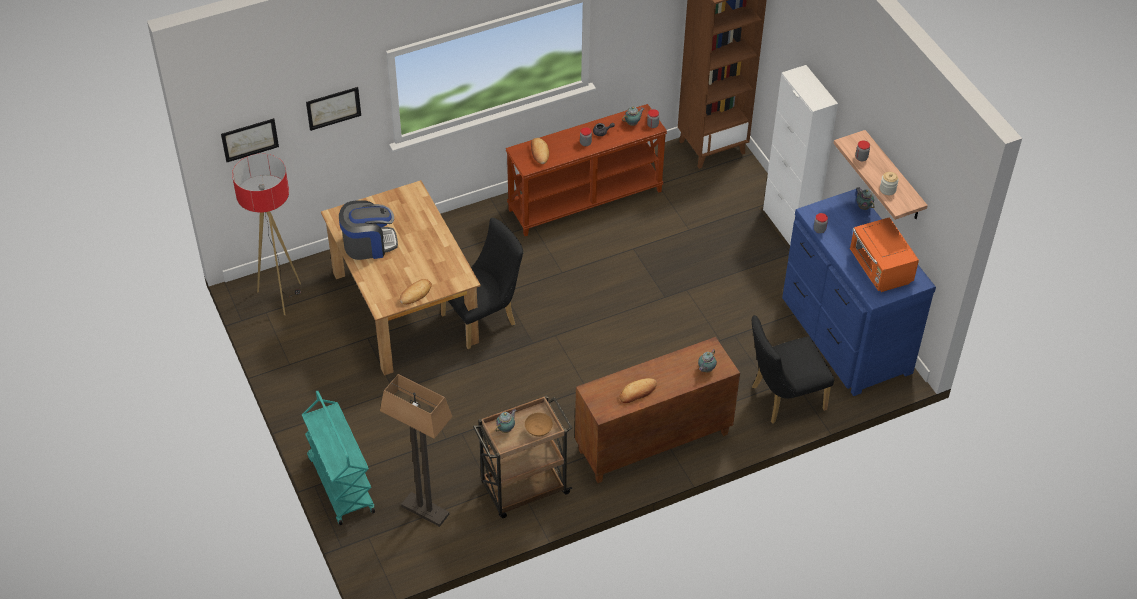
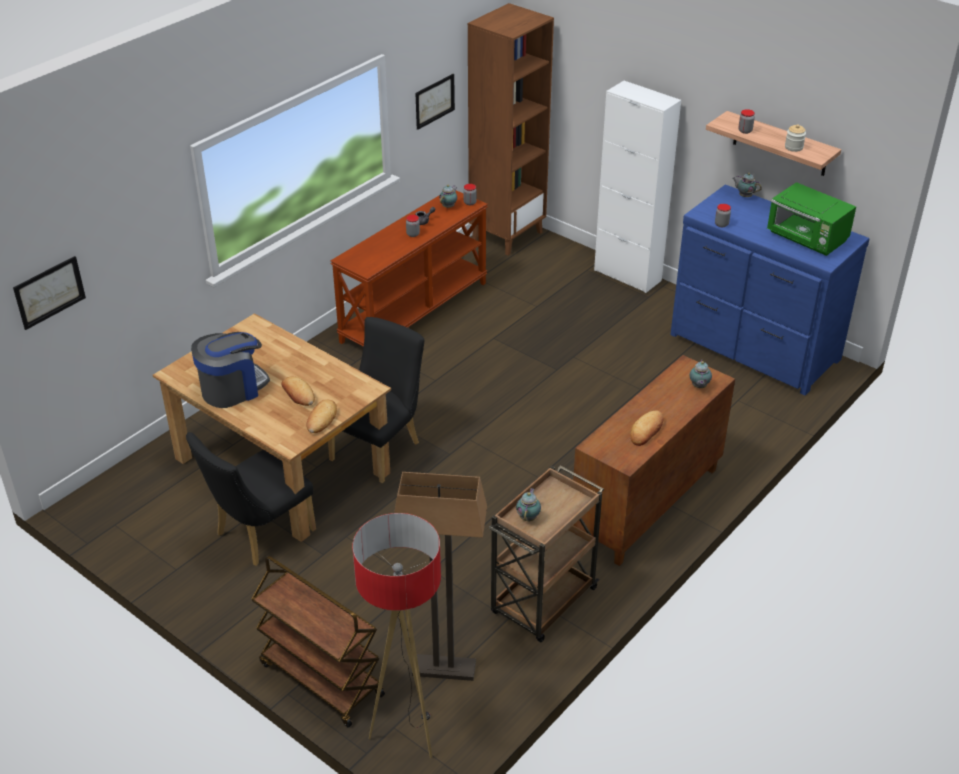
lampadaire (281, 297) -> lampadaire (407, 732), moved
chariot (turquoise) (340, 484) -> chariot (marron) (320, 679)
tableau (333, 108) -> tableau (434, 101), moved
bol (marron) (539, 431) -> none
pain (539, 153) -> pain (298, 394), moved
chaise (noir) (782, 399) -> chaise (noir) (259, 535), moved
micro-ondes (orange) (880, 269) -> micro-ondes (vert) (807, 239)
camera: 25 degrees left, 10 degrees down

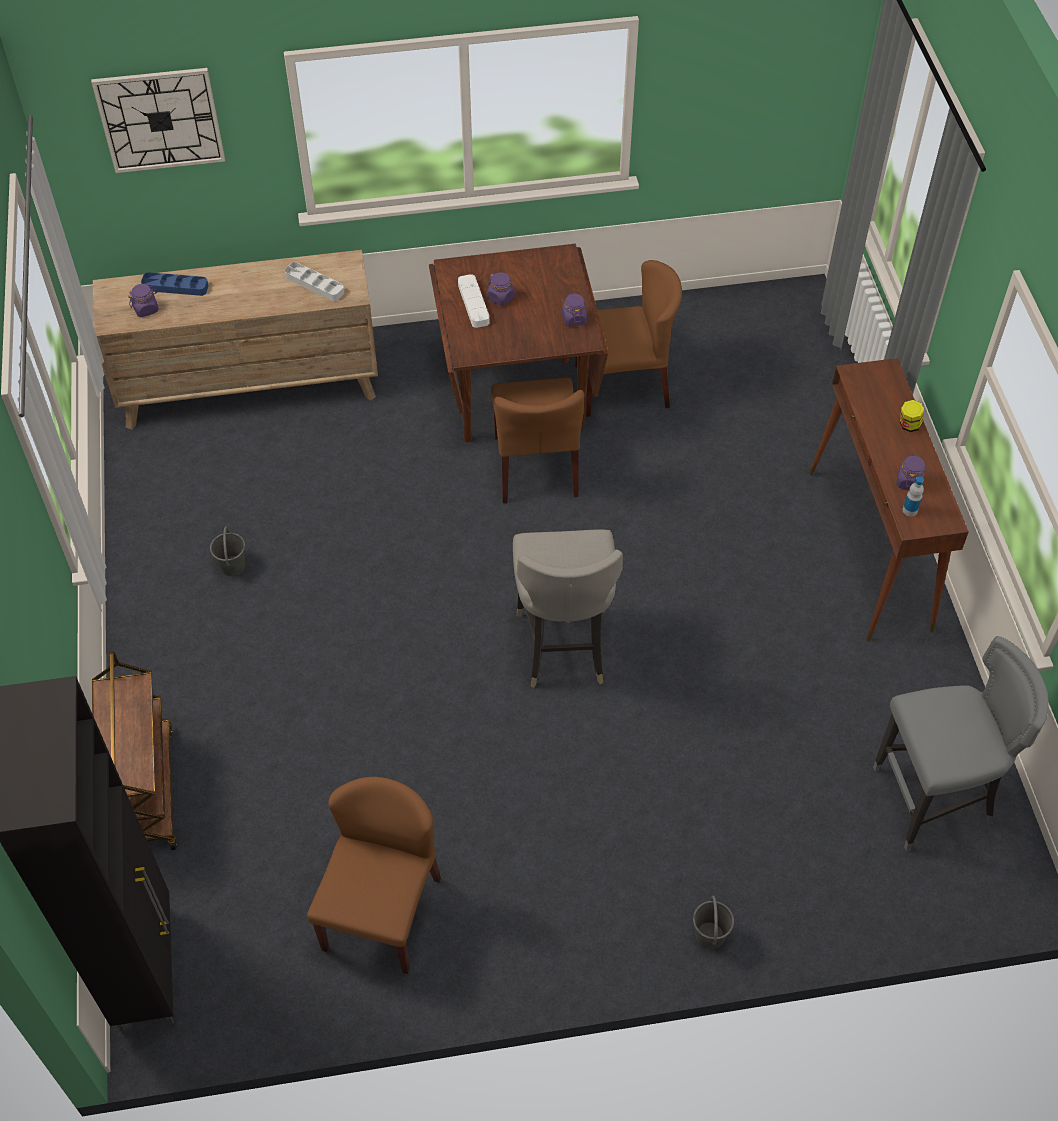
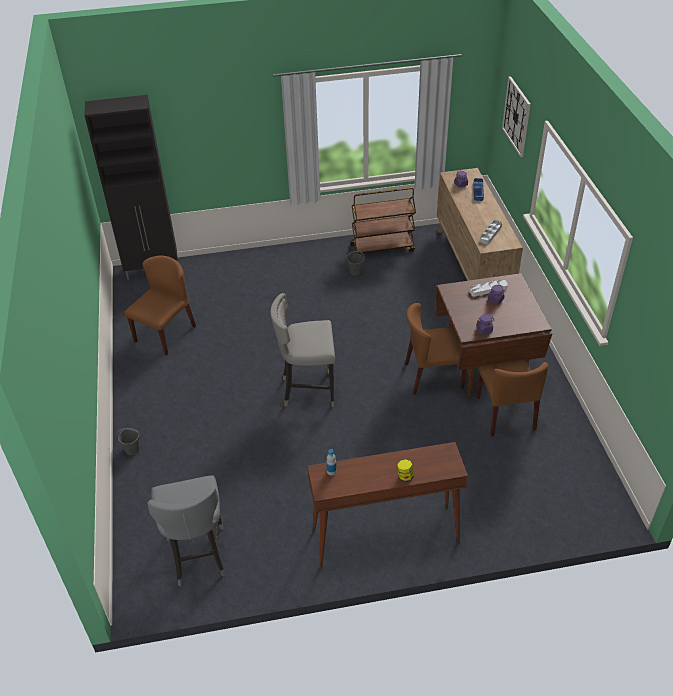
chariot (marron) (144, 790) -> chariot (marron) (382, 248), moved
chaise (marron) (381, 912) -> chaise (marron) (165, 333), 75 degrees counterclockwise
bocal (violet) (908, 481) -> none
camera: 90 degrees right, 10 degrees down

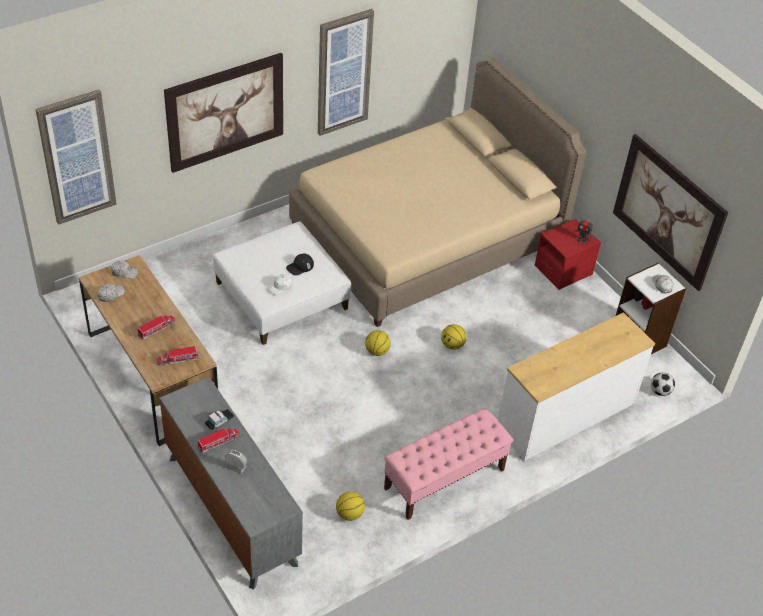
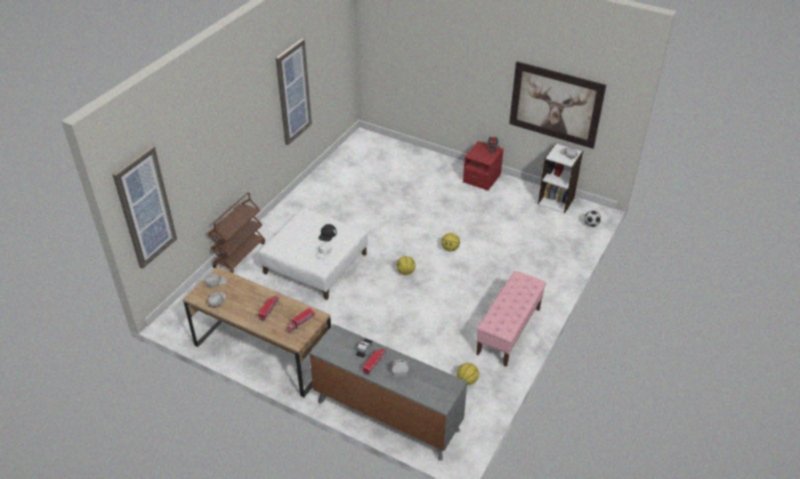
tableau (225, 112) -> none
lit (beige) (426, 236) -> none
commode (blanc) (566, 416) -> none
none -> chariot (marron) (239, 254)
camera: 25 degrees left, 5 degrees down

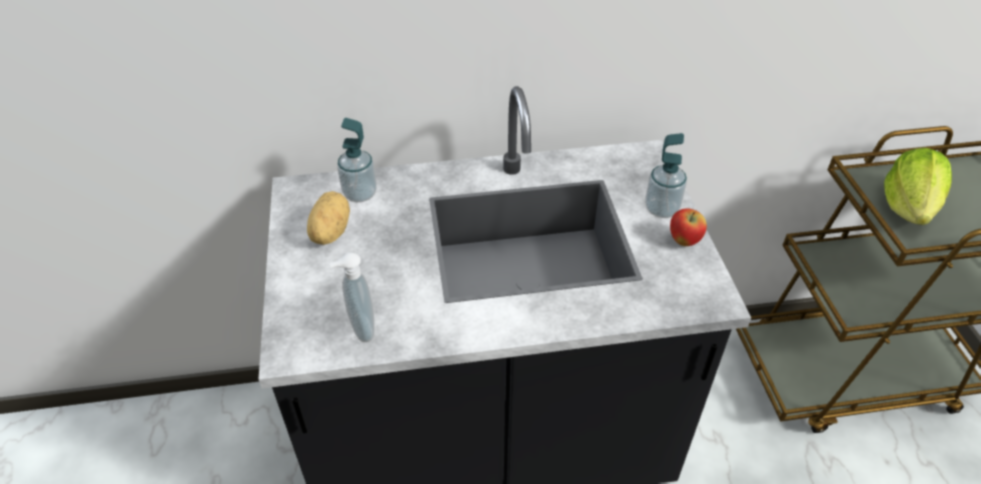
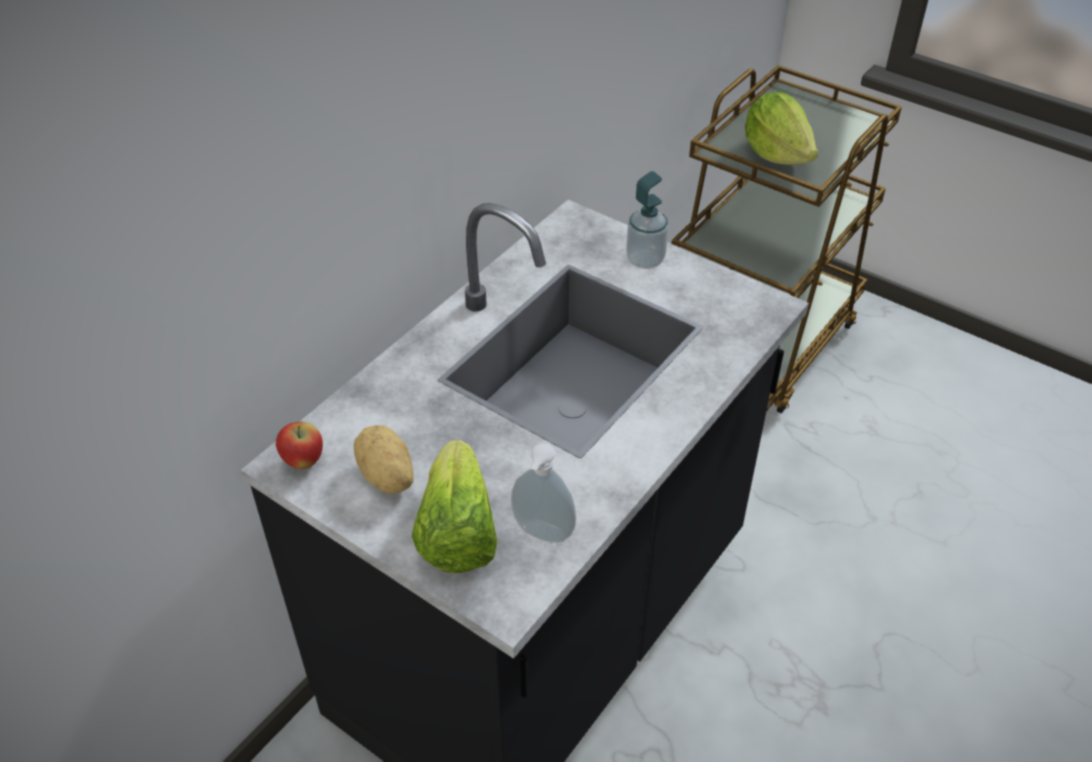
distributeur de savon (360, 194) -> none
pomme (684, 241) -> pomme (303, 461), moved
none -> laitue (457, 532)
camera: 45 degrees left, 0 degrees up

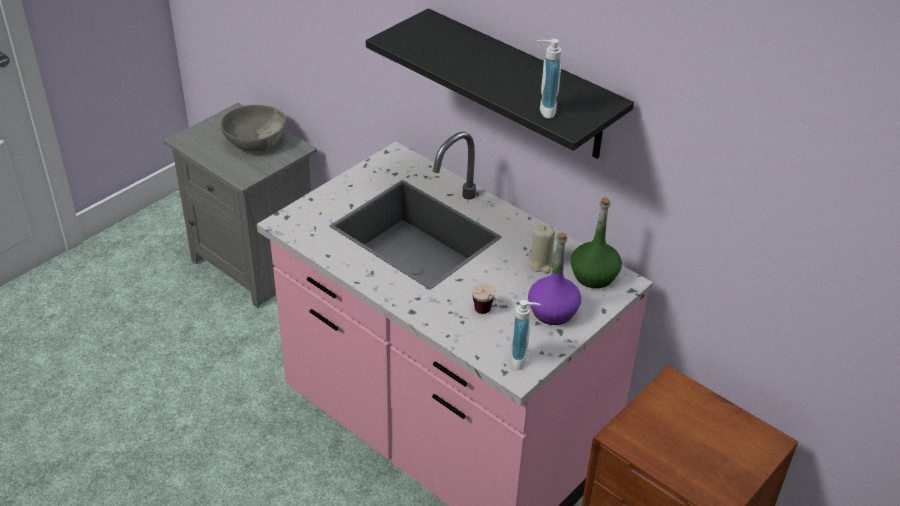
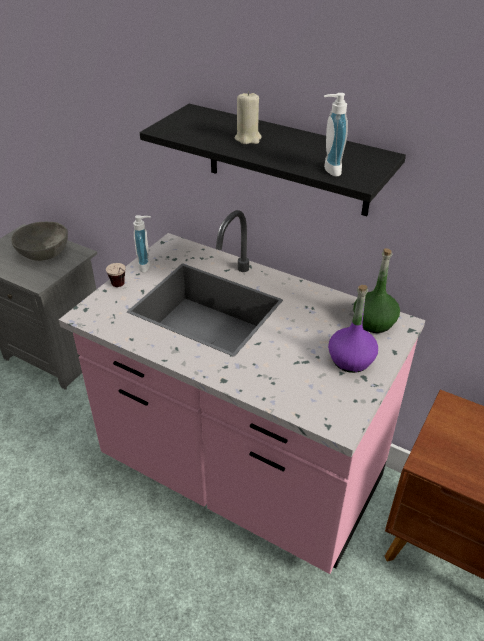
tasse (486, 315) -> tasse (121, 287), moved
distributeur de savon (522, 359) -> distributeur de savon (147, 265), moved
bougie (beige) (541, 263) -> bougie (beige) (248, 138), moved
camera: 10 degrees left, 0 degrees up

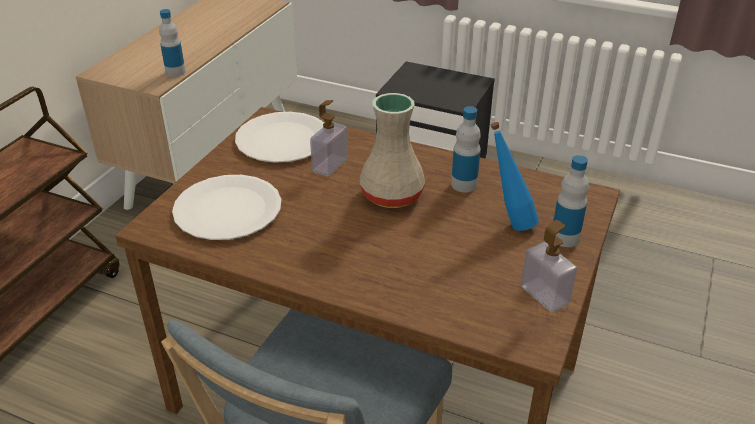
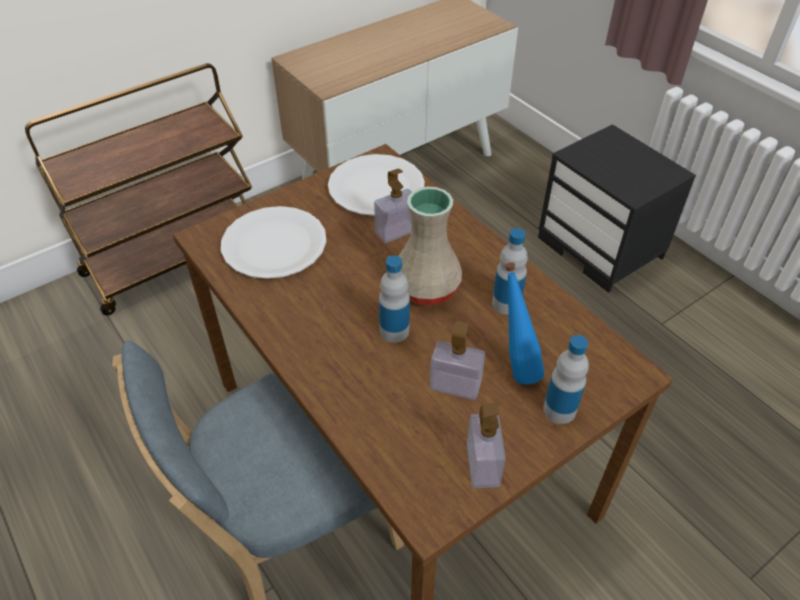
bouteille (175, 72) -> bouteille (394, 331), moved
none -> distributeur de savon (455, 385)
camera: 30 degrees right, 10 degrees up

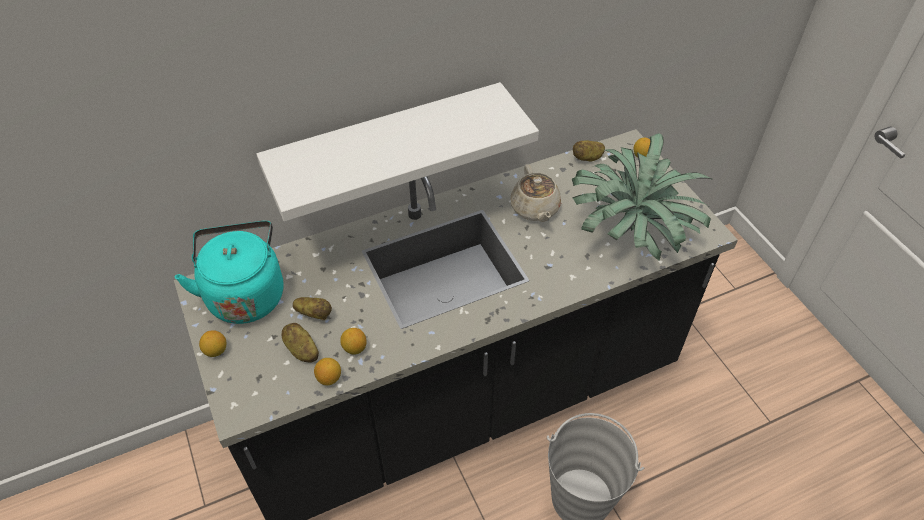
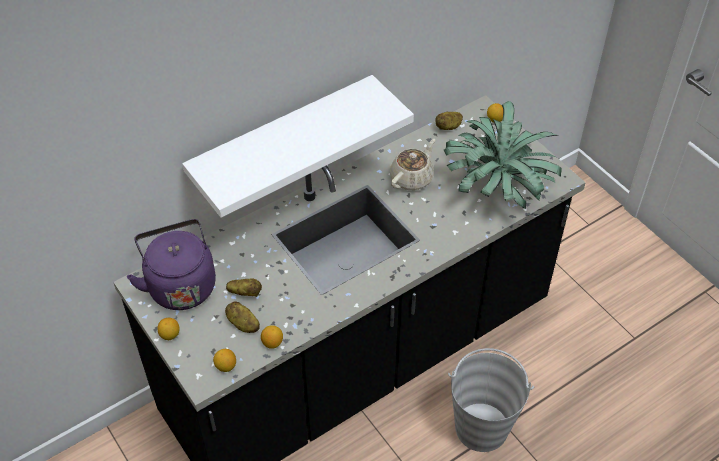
bouilloire (turquoise) (245, 293) -> bouilloire (violet) (180, 284)
citron (354, 348) -> citron (226, 366), moved
théière (beige) (535, 209) -> théière (beige) (412, 178), 120 degrees counterclockwise
camera: 10 degrees left, 0 degrees up

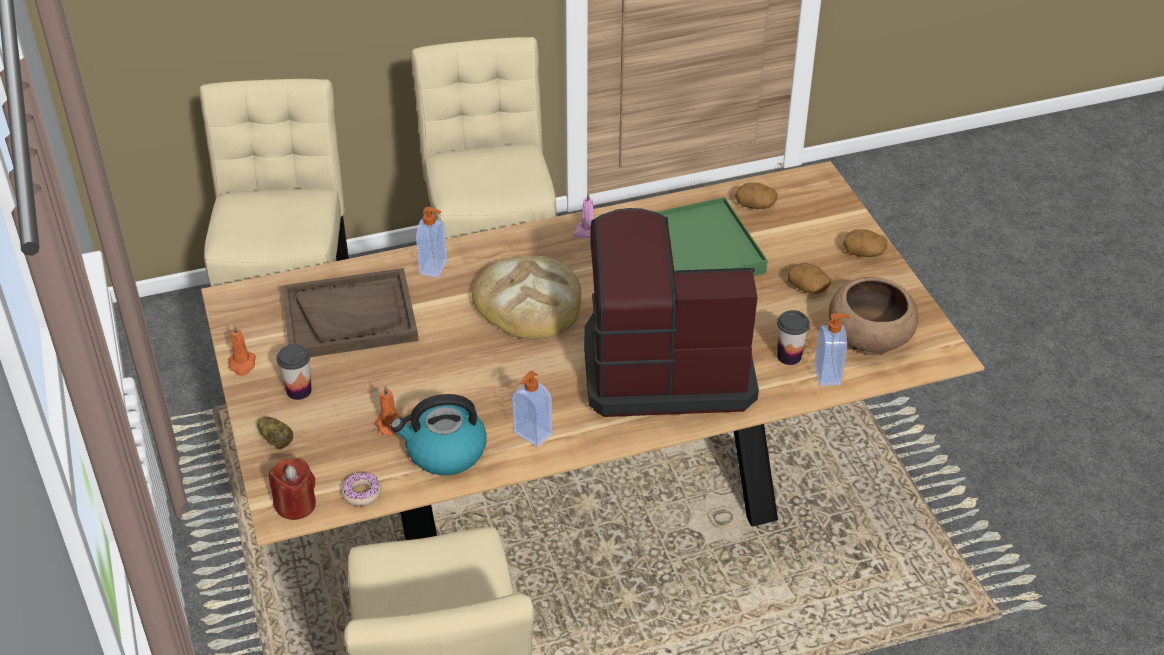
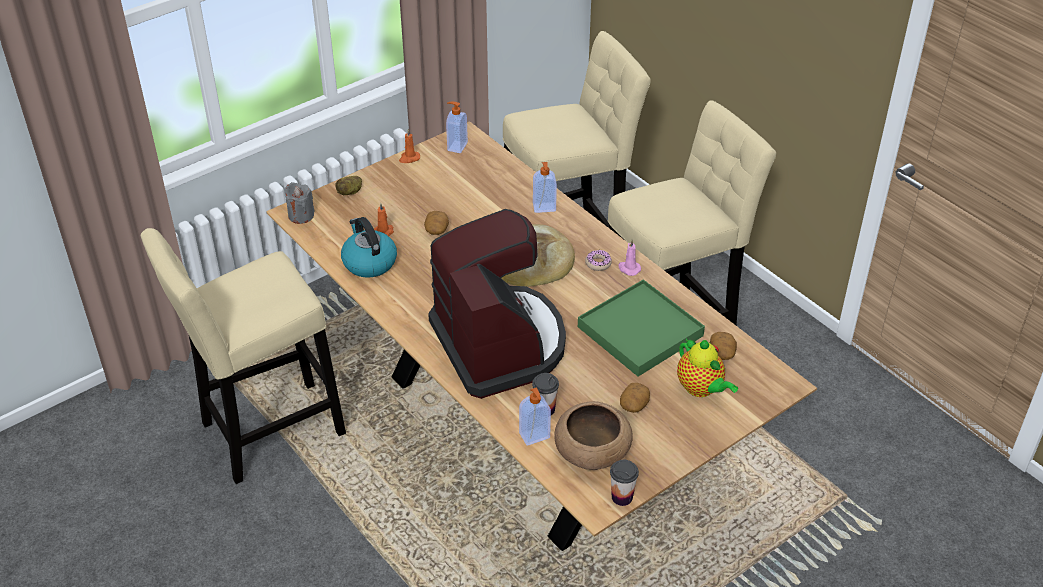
bougie (rouge) (295, 505) -> bougie (gris) (301, 215)
tasse (299, 391) -> tasse (622, 497), moved
plateau (marron) (349, 317) -> none
beignet (361, 493) -> beignet (598, 263), moved
distributeur de savon (532, 434) -> distributeur de savon (456, 146), moved
pomme de terre (864, 252) -> pomme de terre (437, 230), moved
none -> théière (701, 389)
camera: 70 degrees right, 0 degrees up

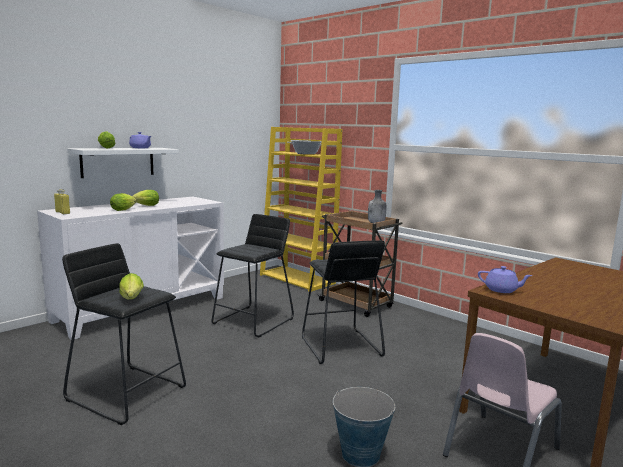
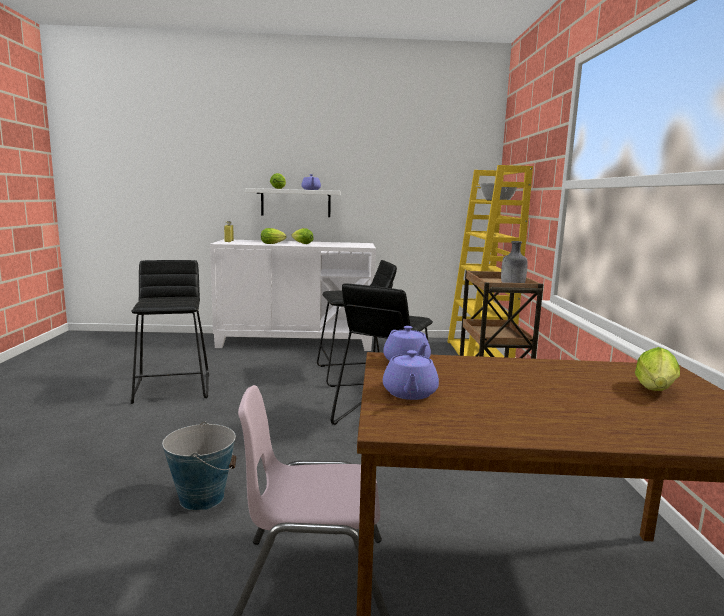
laitue (131, 299) -> laitue (655, 391), moved
none -> théière (violet) (409, 393)
camera: 45 degrees right, 0 degrees up

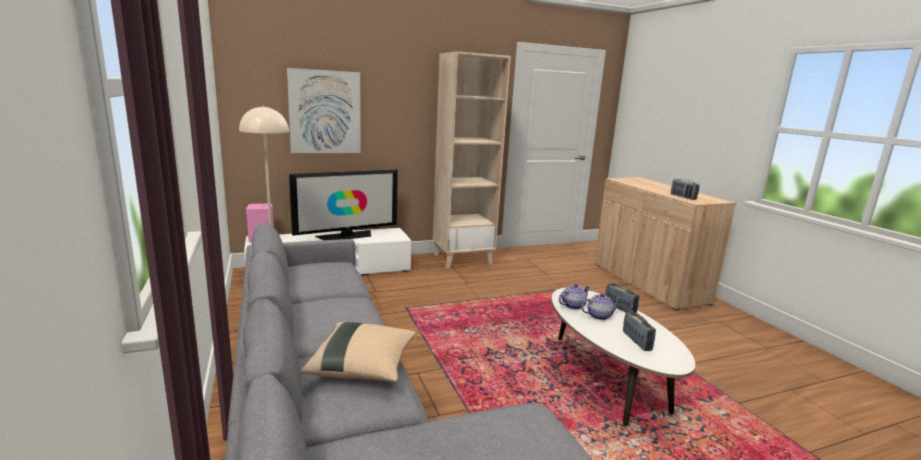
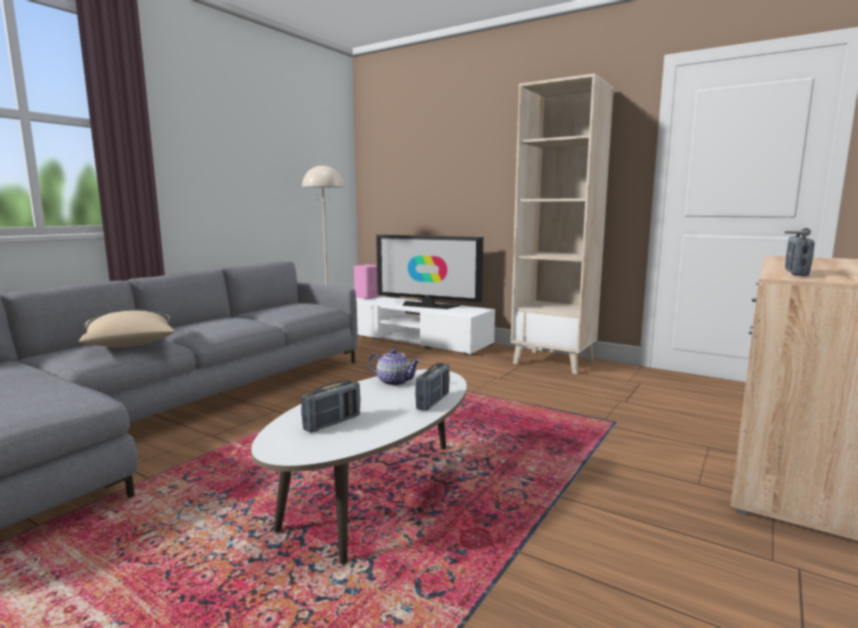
tableau (325, 112) -> none
théière (598, 316) -> none
camera: 55 degrees right, 5 degrees down

